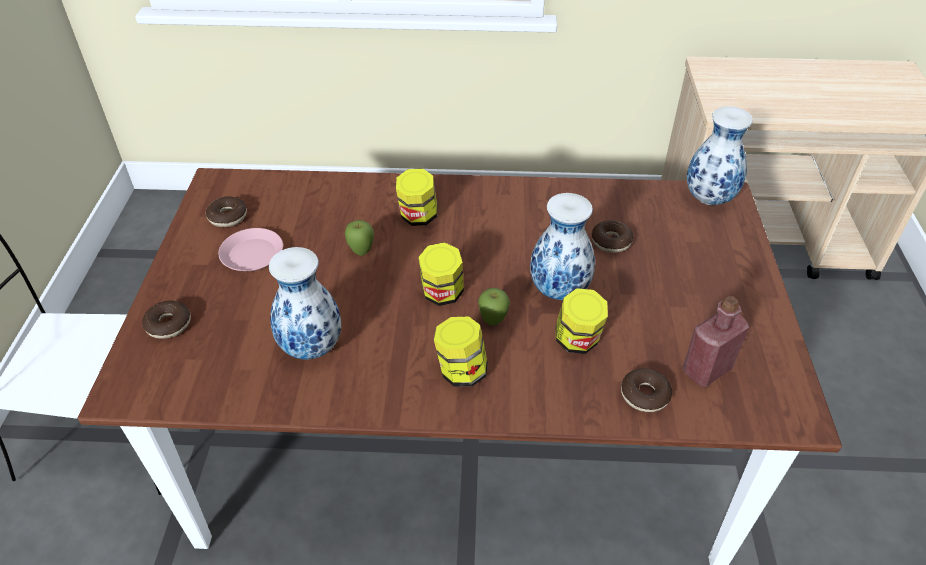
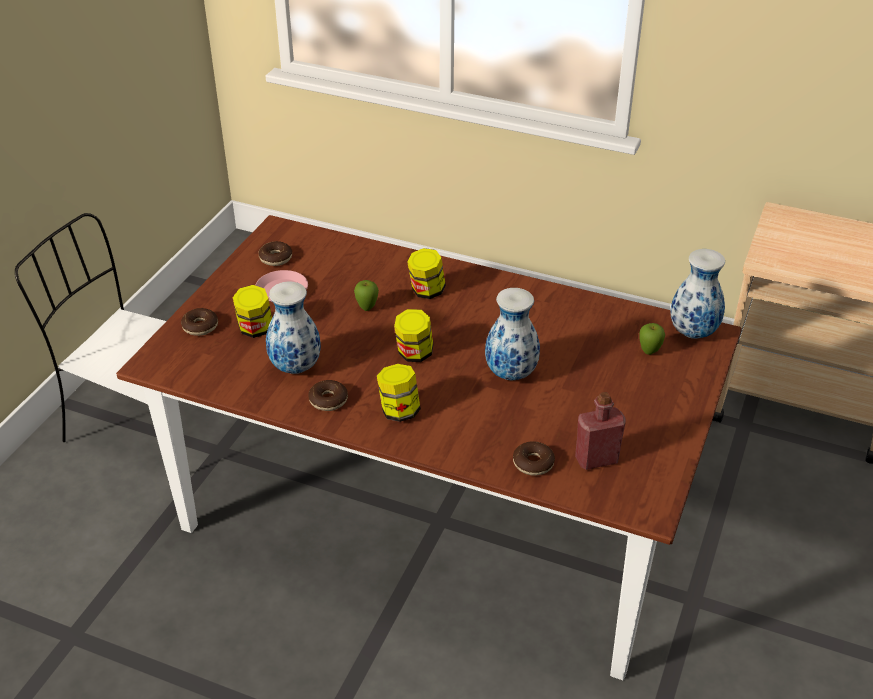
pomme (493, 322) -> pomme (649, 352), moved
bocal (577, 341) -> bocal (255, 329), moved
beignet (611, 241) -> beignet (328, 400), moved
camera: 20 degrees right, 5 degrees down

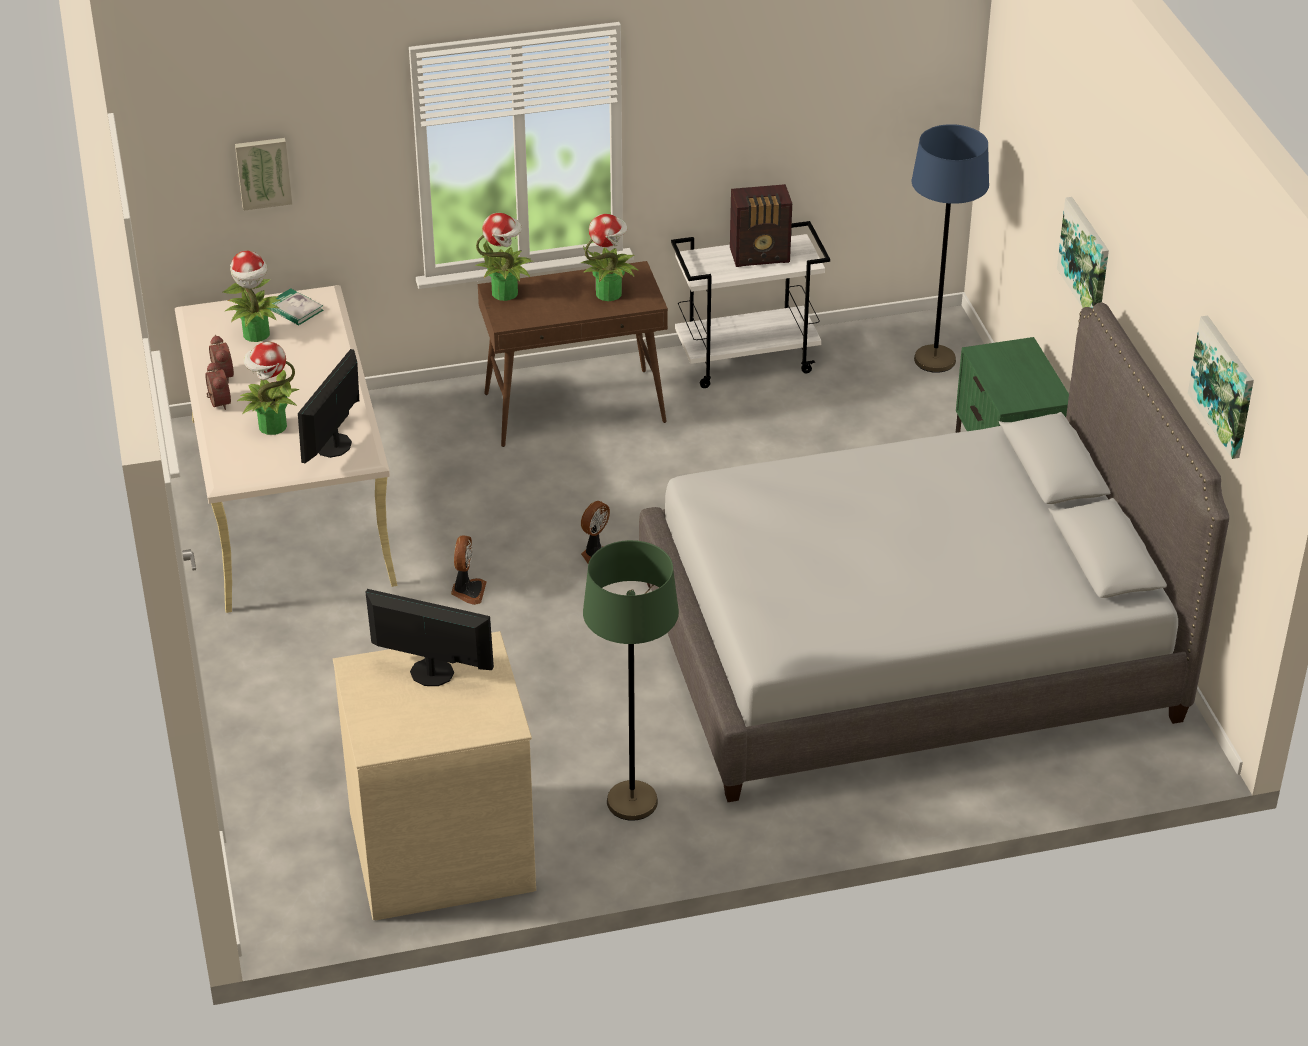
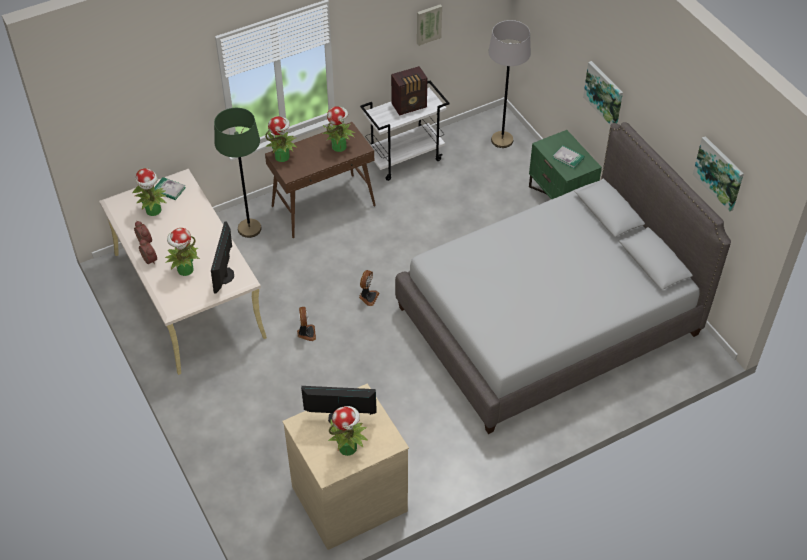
tableau (263, 172) -> tableau (428, 24), moved
lampadaire (vert) (632, 802) -> lampadaire (vert) (249, 229), moved
lampadaire (bleu) (935, 360) -> lampadaire (gris) (502, 140)
none -> plante en pot (348, 447)
none -> livre (568, 158)
camera: 15 degrees left, 10 degrees up

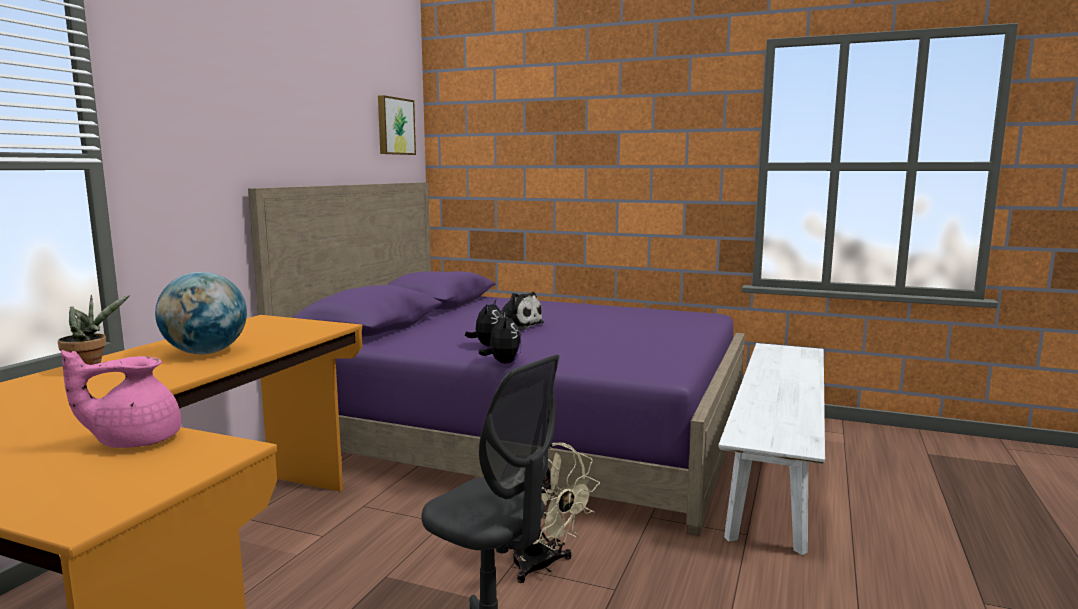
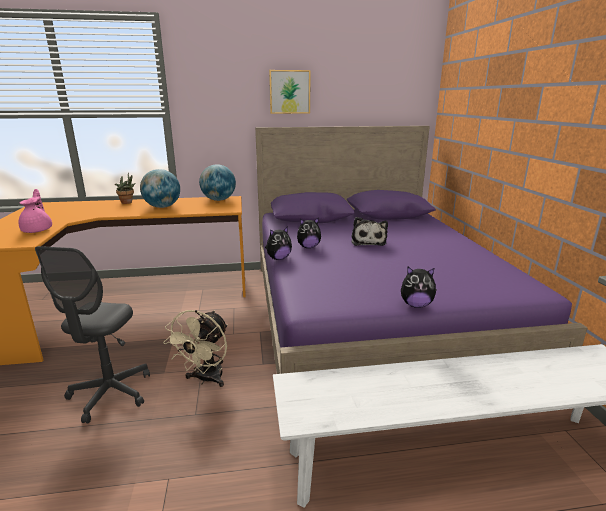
théière (rose) (135, 441) -> théière (rose) (38, 230), 45 degrees clockwise
tableau (394, 126) -> tableau (289, 92), moved
none -> globe (218, 200)
none -> peluche (416, 305)
camera: 60 degrees right, 10 degrees up

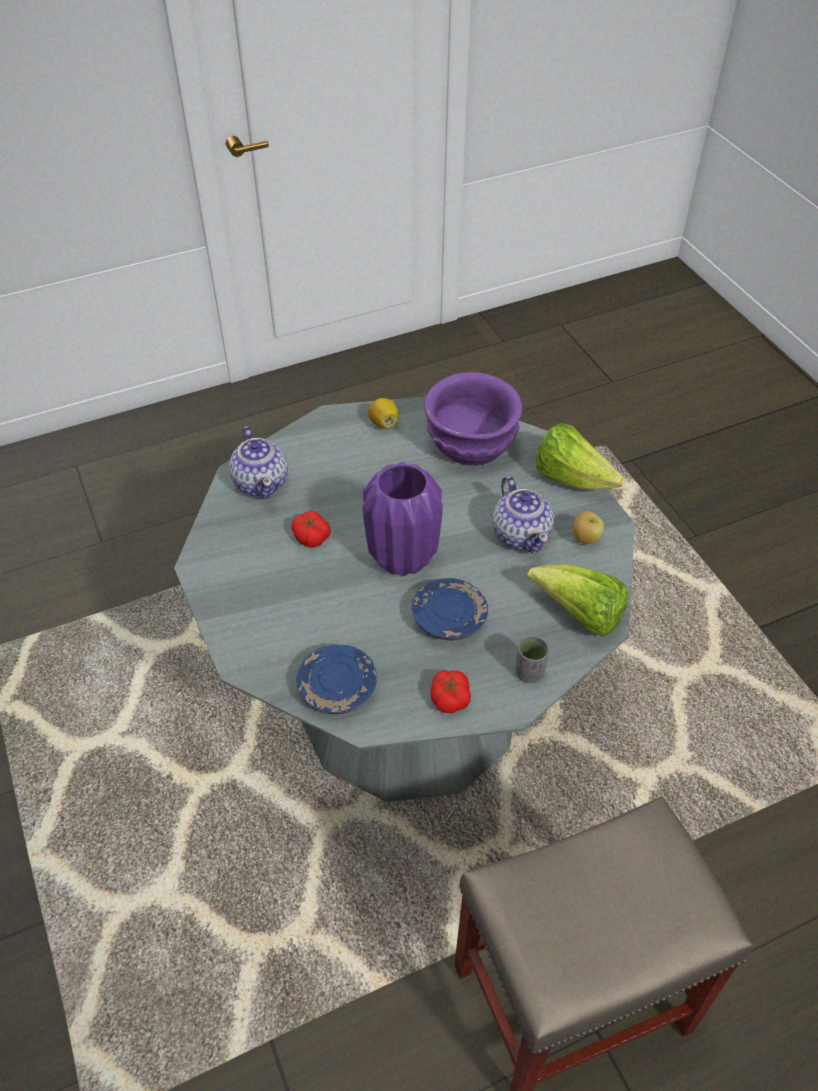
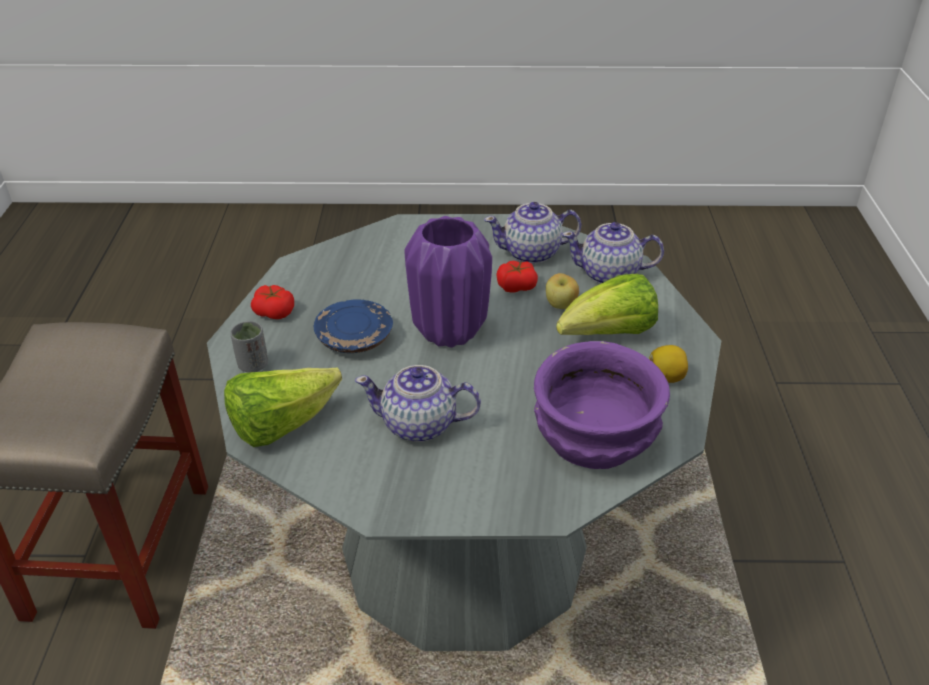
assiette (bleu) (338, 688) -> none
laitue (572, 478) -> laitue (608, 335), moved
pomme (585, 539) -> pomme (561, 305), moved
none -> théière (532, 253)
camera: 115 degrees right, 10 degrees down

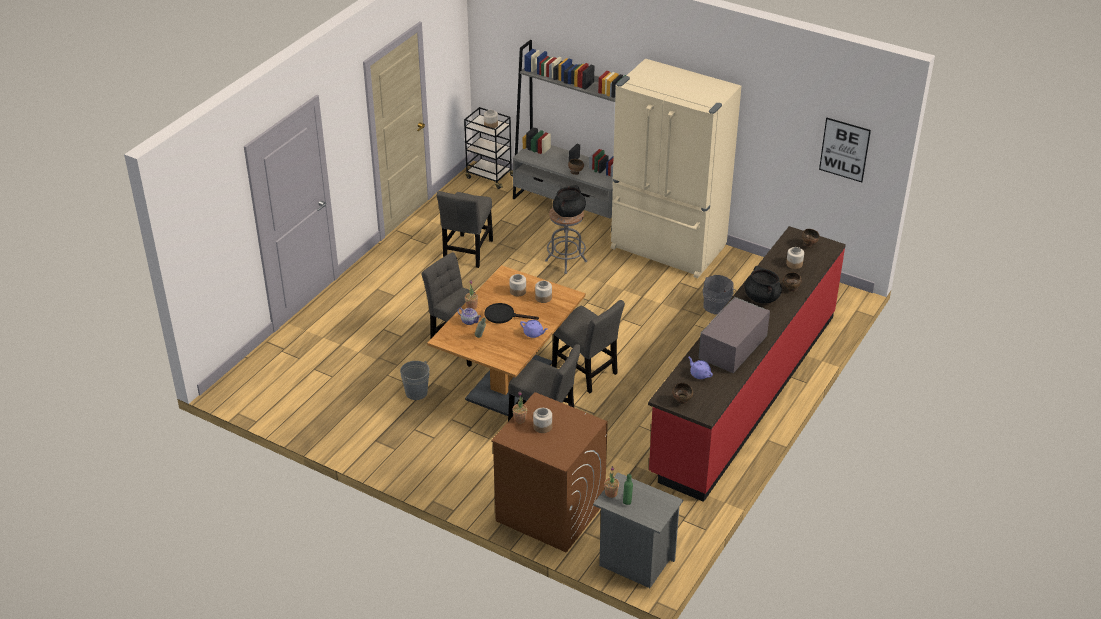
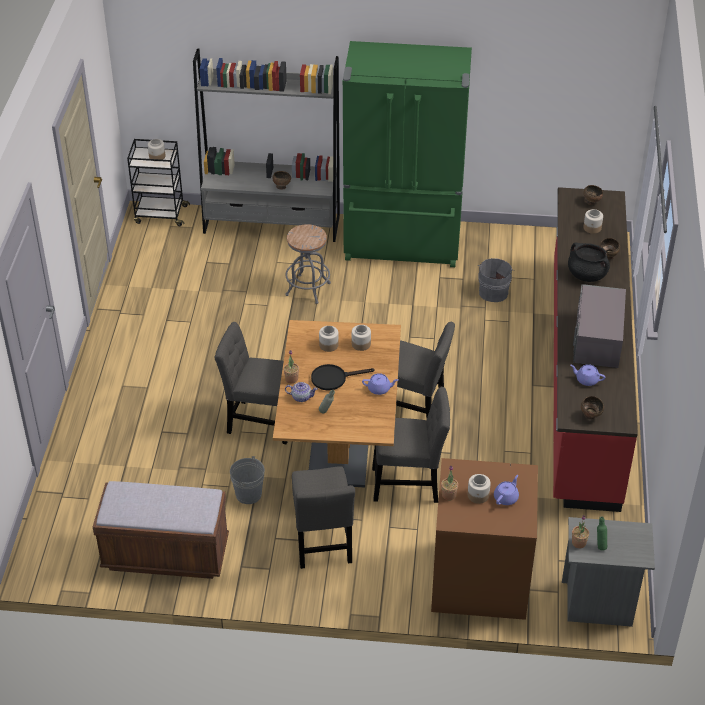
chaise (gris) (467, 252) -> chaise (gris) (322, 543), moved
marmite (noir) (569, 213) -> none
réfrigérateur (beige) (667, 249) -> réfrigérateur (vert) (403, 243)
tableau (844, 149) -> none
none -> banc (marron) (165, 554)
none -> théière (violet) (506, 497)
camera: 25 degrees left, 5 degrees up

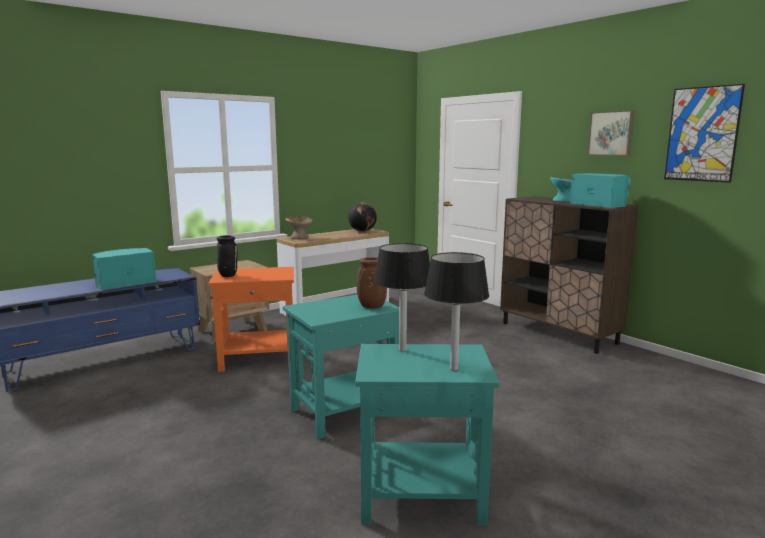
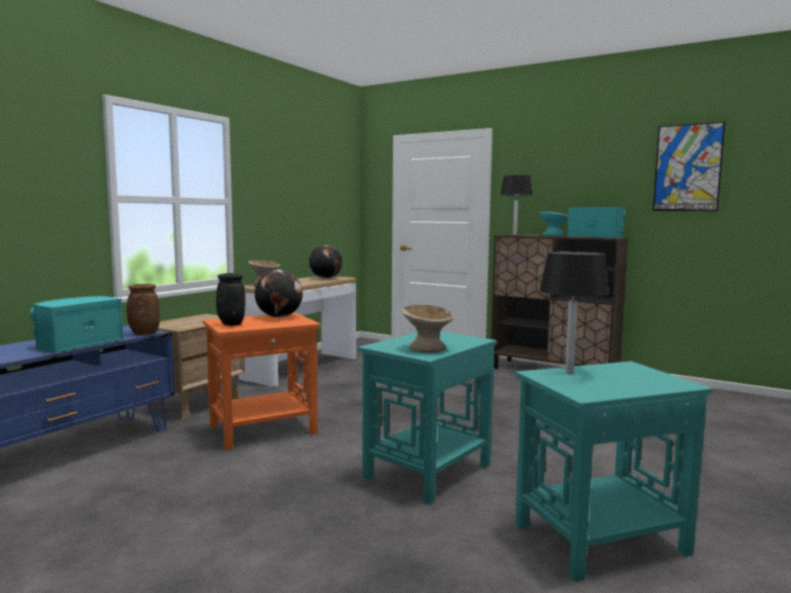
vase (marron) (371, 306) -> vase (marron) (144, 334), moved
lampe de table (noir) (453, 368) -> lampe de table (noir) (514, 234), moved
tableau (611, 133) -> none
none -> globe (279, 317)
none -> bol (beige) (427, 348)
camera: 20 degrees left, 5 degrees down

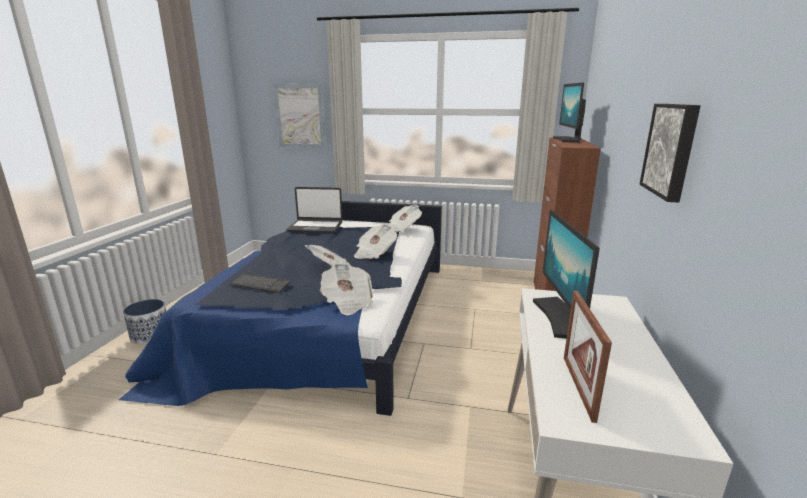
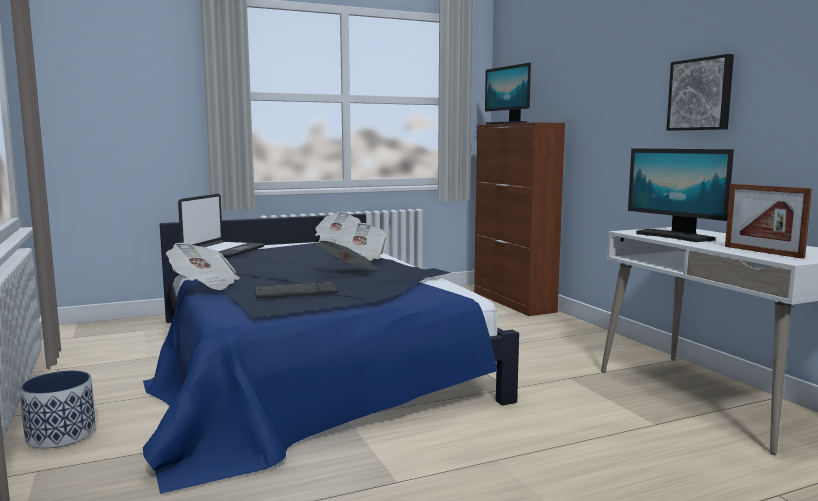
tableau (300, 116) -> none
ordinateur portable (315, 227) -> ordinateur portable (223, 251), 45 degrees counterclockwise
journal (347, 302) -> journal (204, 284), moved
camera: 35 degrees left, 10 degrees down

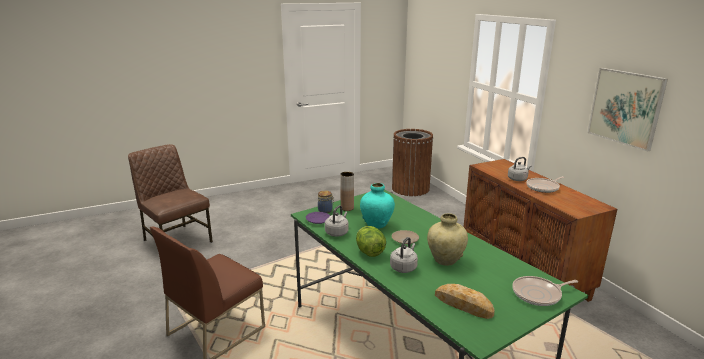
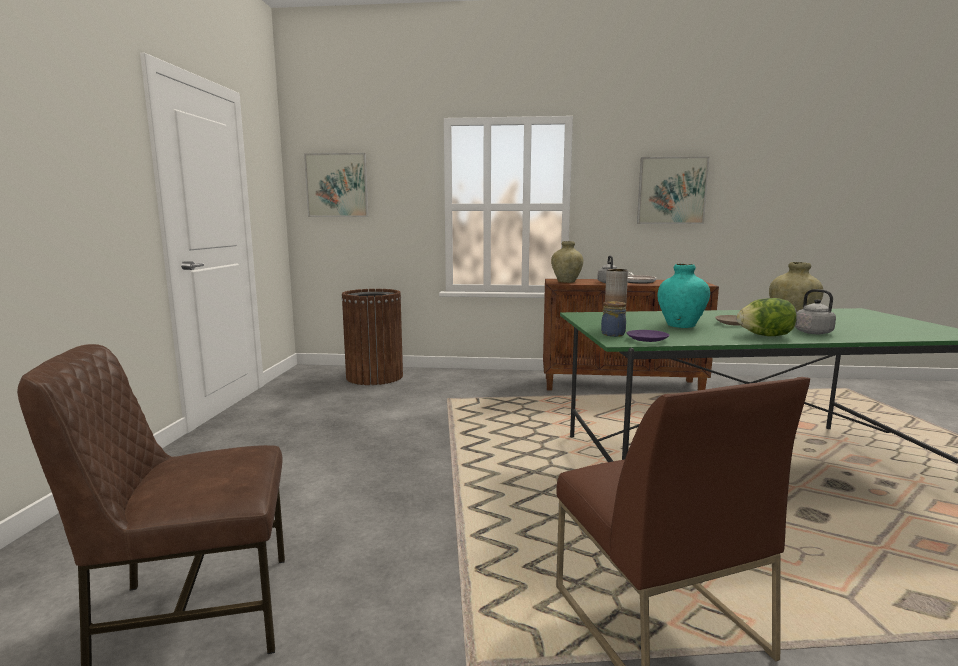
bouilloire (gris) (337, 232) -> none
pain (463, 304) -> none
poêle (539, 294) -> none
none -> tableau (337, 185)
none -> vase (beige) (566, 281)
camera: 60 degrees left, 10 degrees down

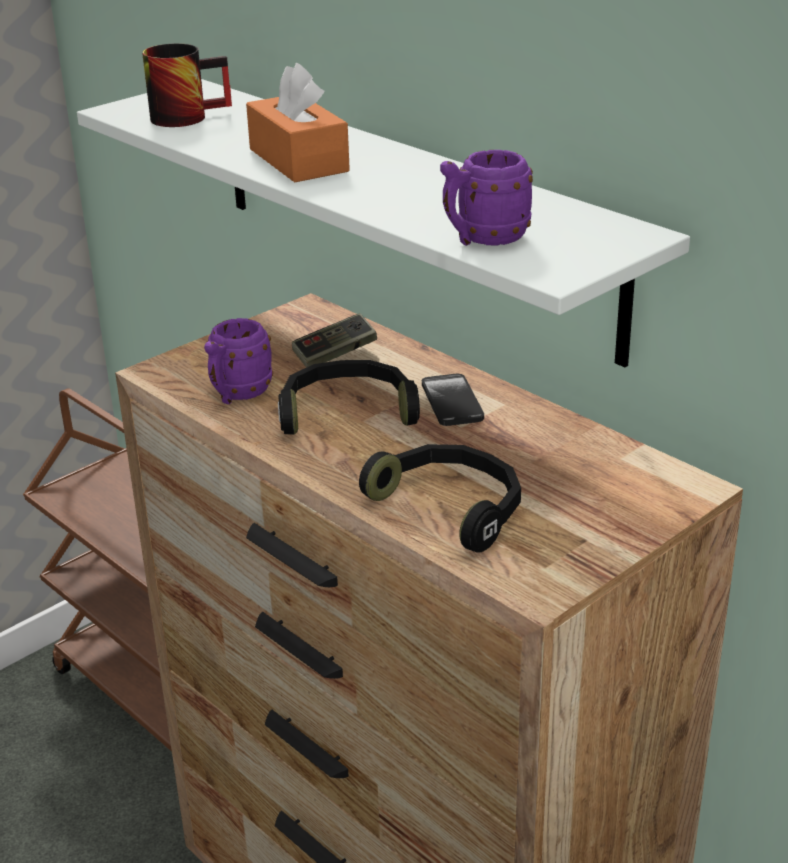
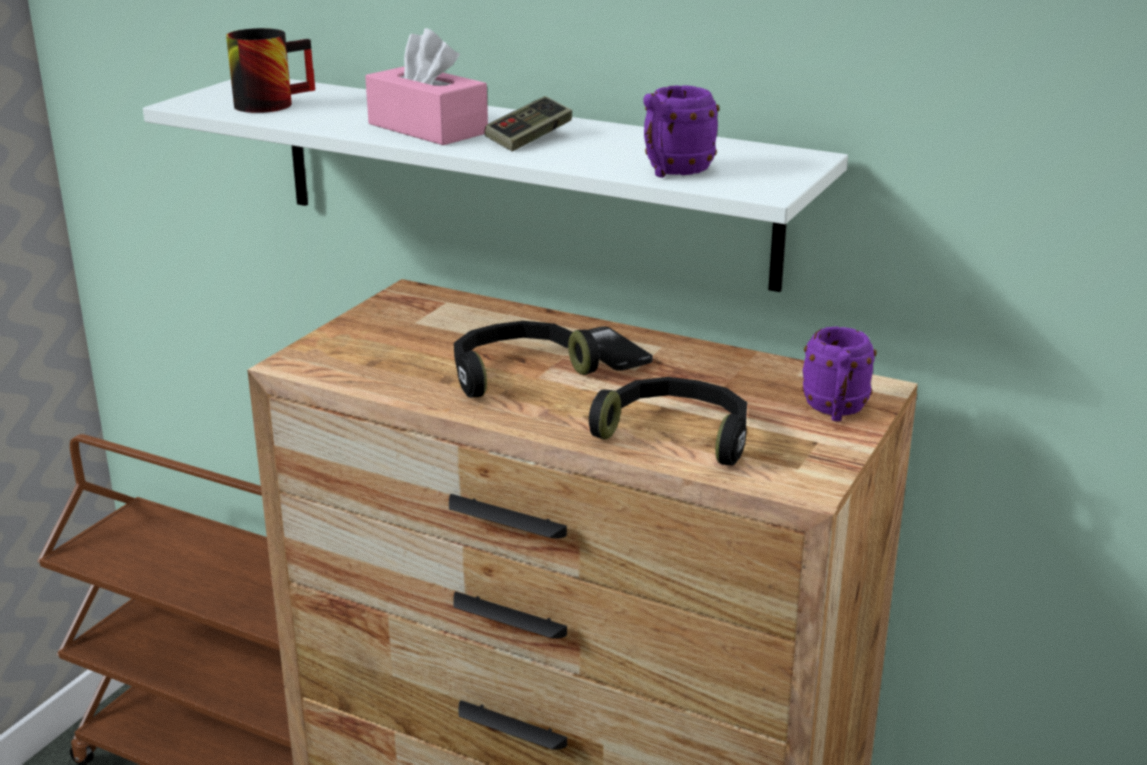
mug (violet) (237, 395) -> mug (violet) (835, 411), moved
boîte à mouchoirs (orange) (298, 160) -> boîte à mouchoirs (rose) (427, 128)
manette (335, 354) -> manette (529, 139), moved
camera: 20 degrees left, 5 degrees down

